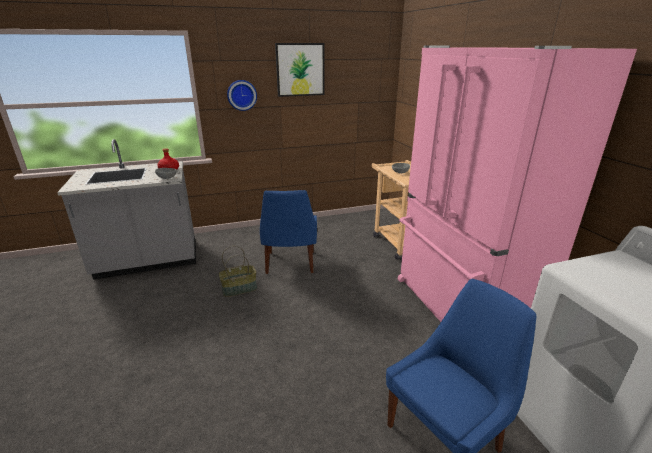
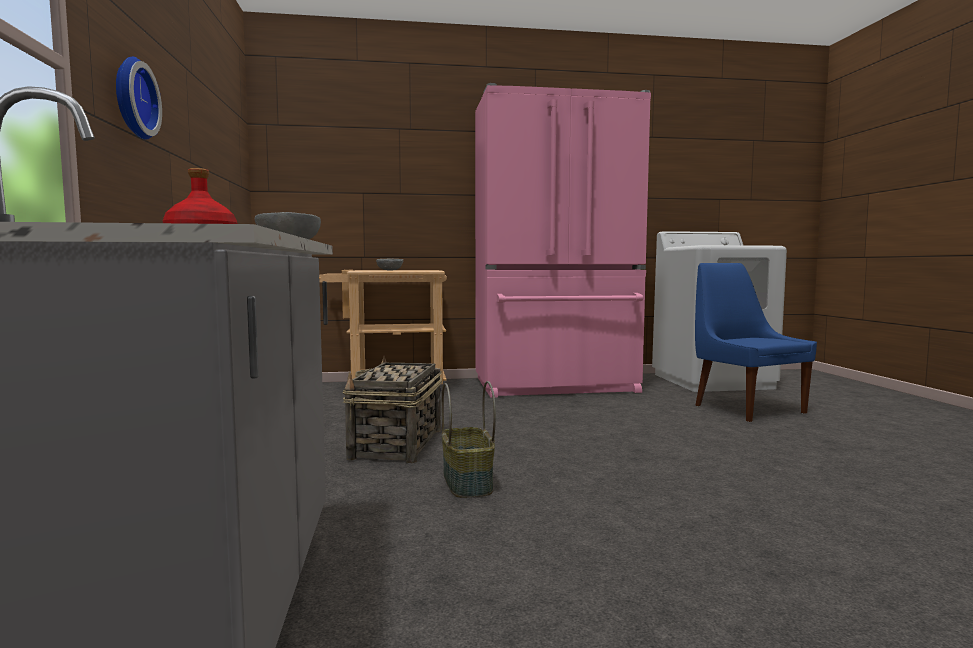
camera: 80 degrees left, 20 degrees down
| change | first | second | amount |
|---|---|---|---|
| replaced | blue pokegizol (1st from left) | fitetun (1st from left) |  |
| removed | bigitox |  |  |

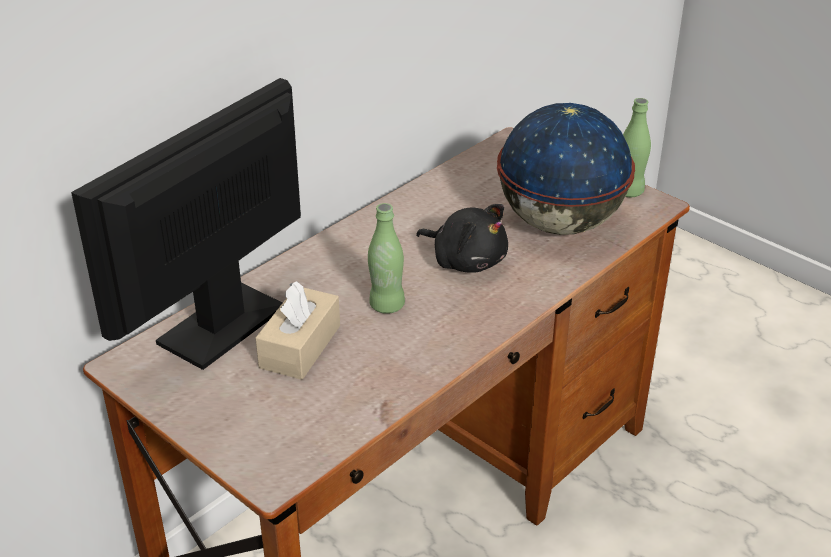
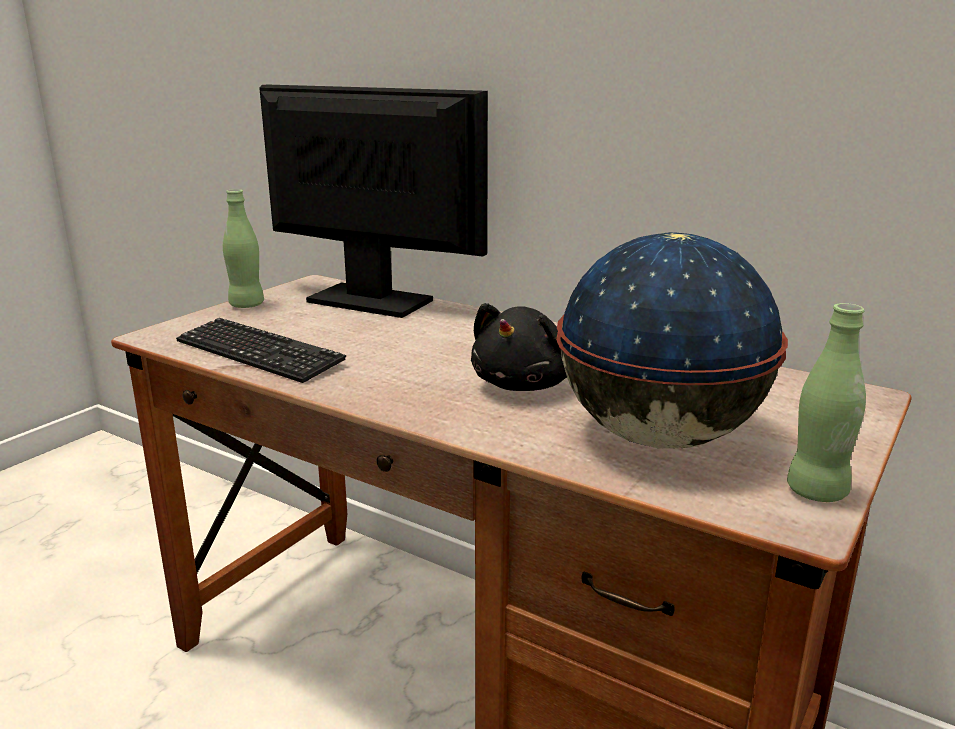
camera: 80 degrees right, 15 degrees down
| change | first | second | amount |
|---|---|---|---|
| added |  | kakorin |  |
| moved | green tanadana (1st from left) |  |  |
| removed | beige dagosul |  |  |

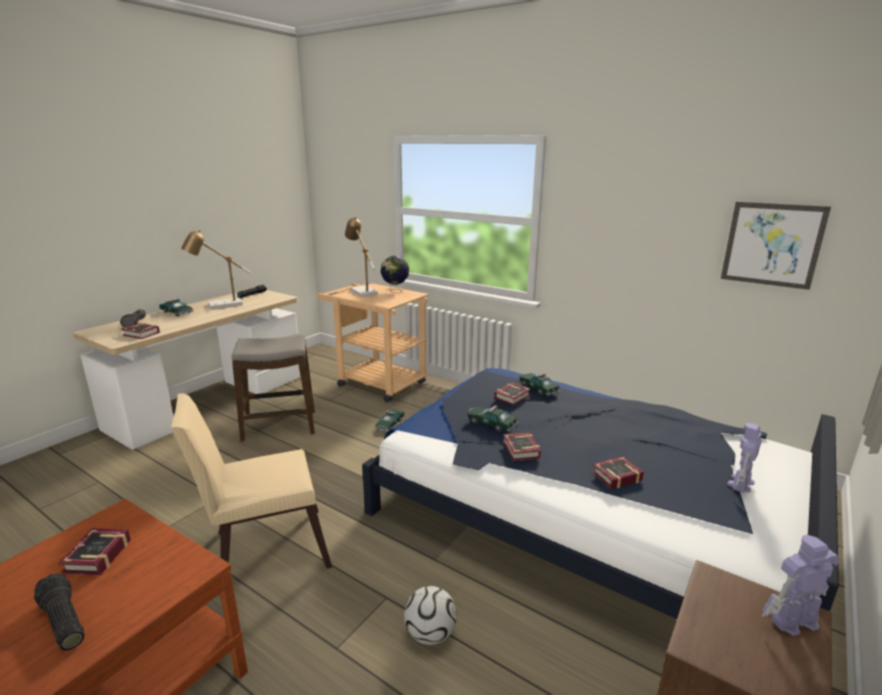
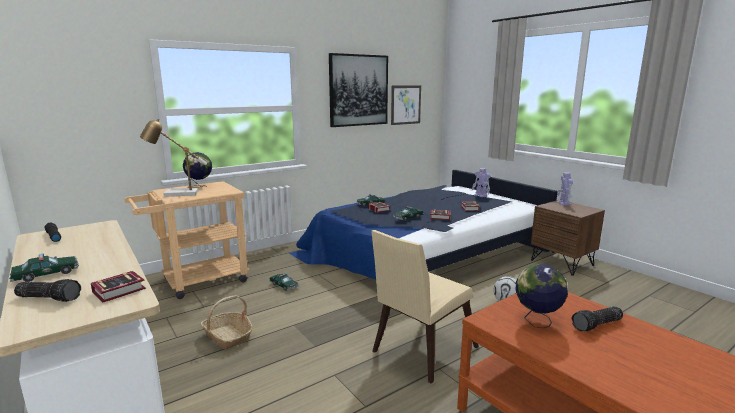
camera: 70 degrees left, 5 degrees down
| change | first | second | amount |
|---|---|---|---|
| replaced | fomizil | fitetun |  |
| added |  | bigitox (1st from left) |  |
| turned | beige pokegizol |  | 45 degrees clockwise |
| replaced | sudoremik (1st from left) | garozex (2nd from left) |  |
| removed | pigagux (1st from left) |  |  |

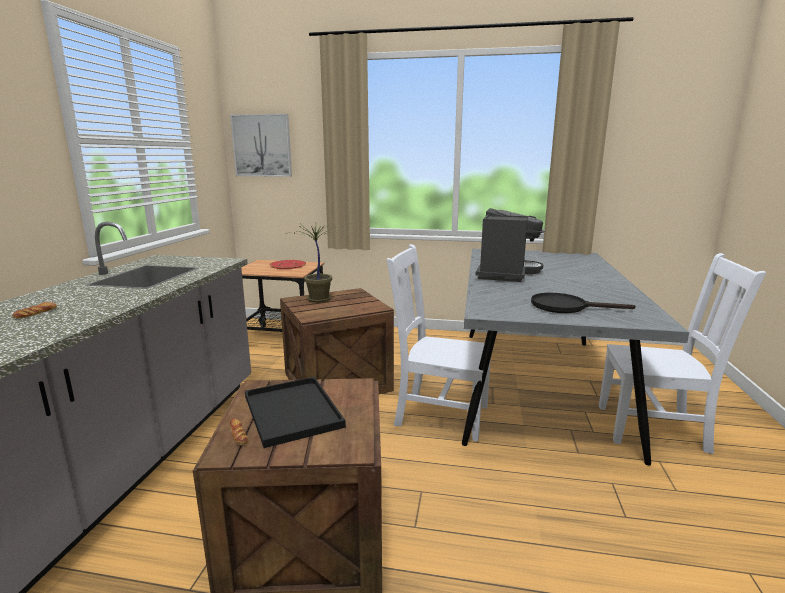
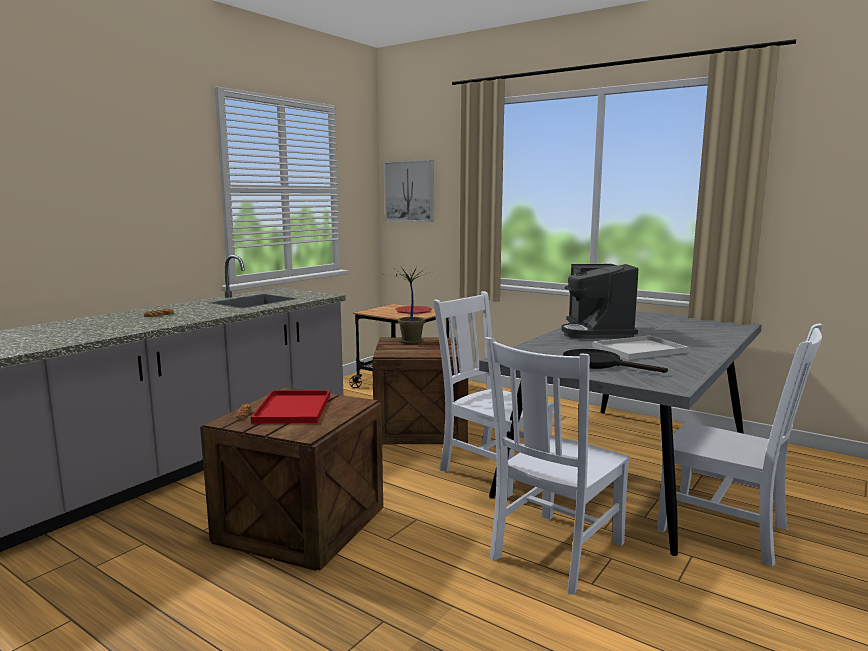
camera: 25 degrees right, 5 degrees down
| change | first | second | amount |
|---|---|---|---|
| recoloured | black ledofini | red ledofini |  |
| added |  | white pokegizol (2nd from left) |  |
| turned | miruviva |  | 135 degrees clockwise |
| added |  | white ledofini |  |

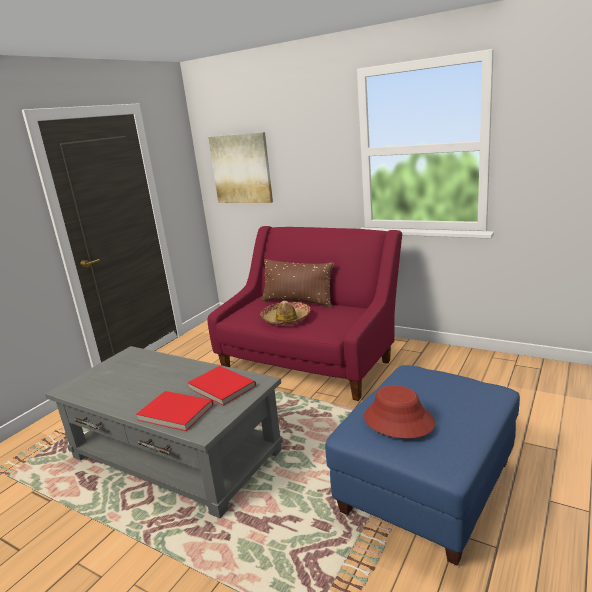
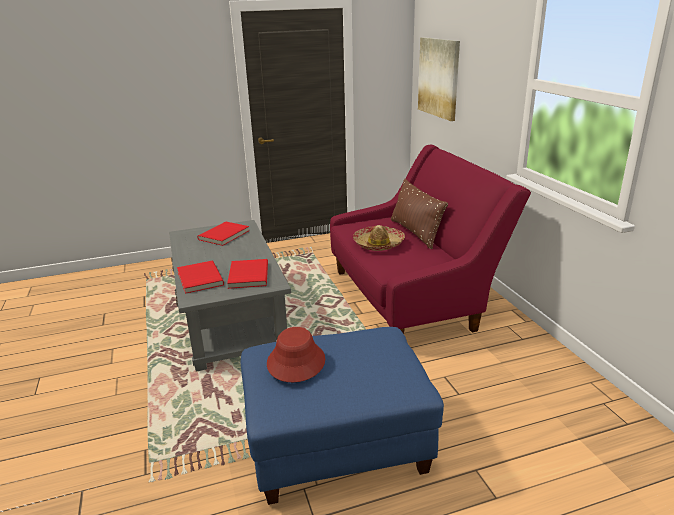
camera: 40 degrees right, 5 degrees up
| change | first | second | amount |
|---|---|---|---|
| added |  | red sudoremik (2nd from left) |  |

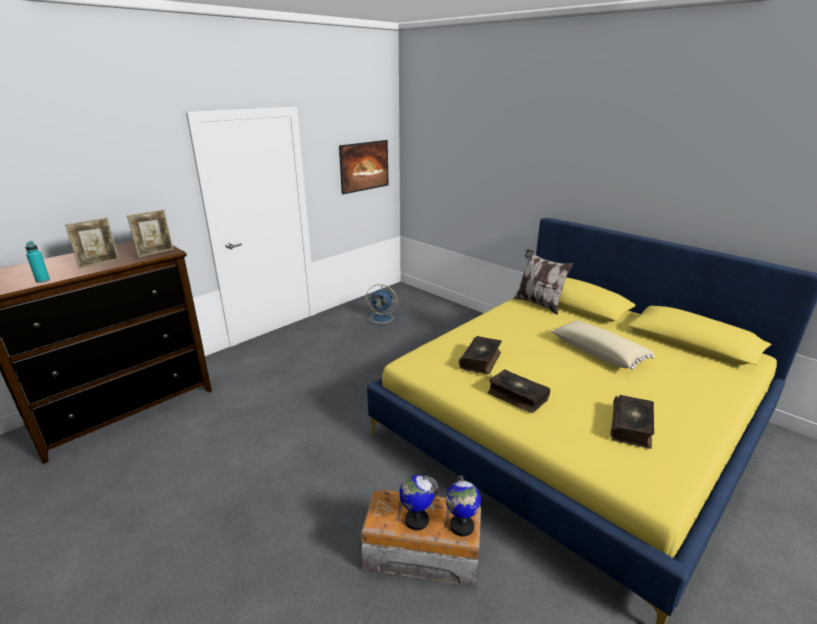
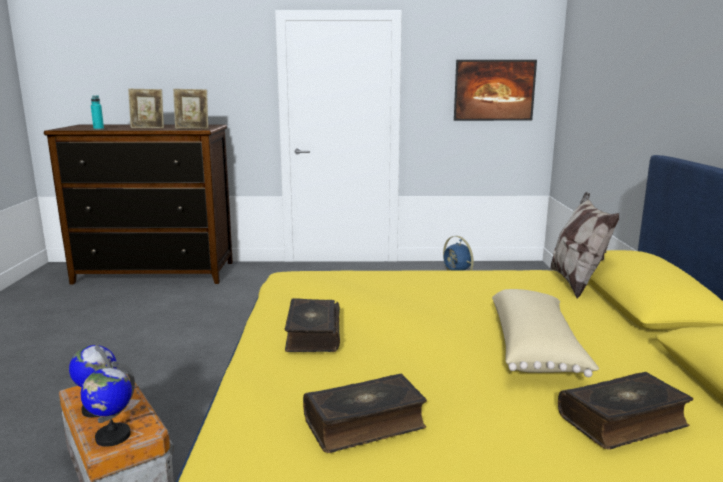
camera: 45 degrees right, 10 degrees down
| change | first | second | amount |
|---|---|---|---|
| moved | sudoremik (1st from left in the first image) | sudoremik (3rd from left) |  |

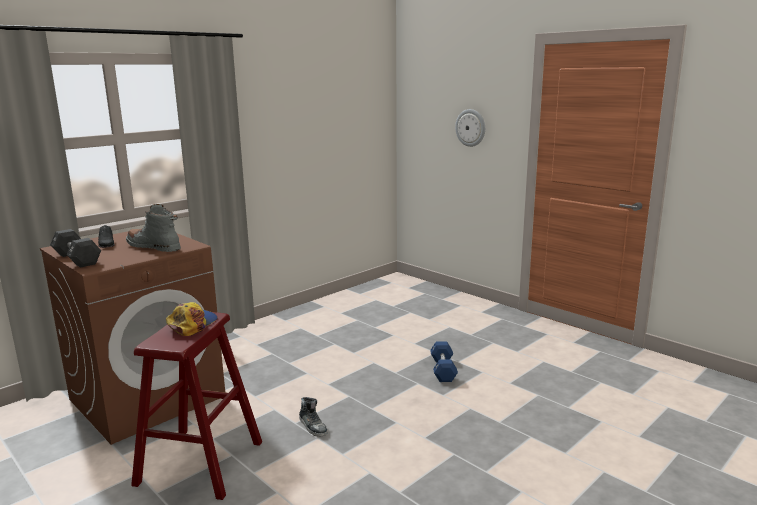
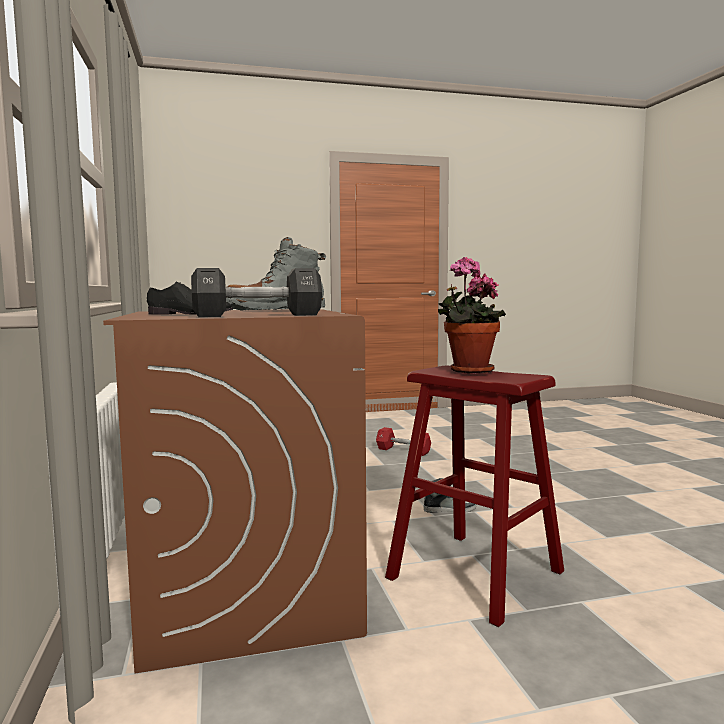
camera: 60 degrees left, 10 degrees down
| change | first | second | amount |
|---|---|---|---|
| recoloured | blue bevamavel | red bevamavel |  |
| replaced | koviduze | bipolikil |  |
| removed | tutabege |  |  |

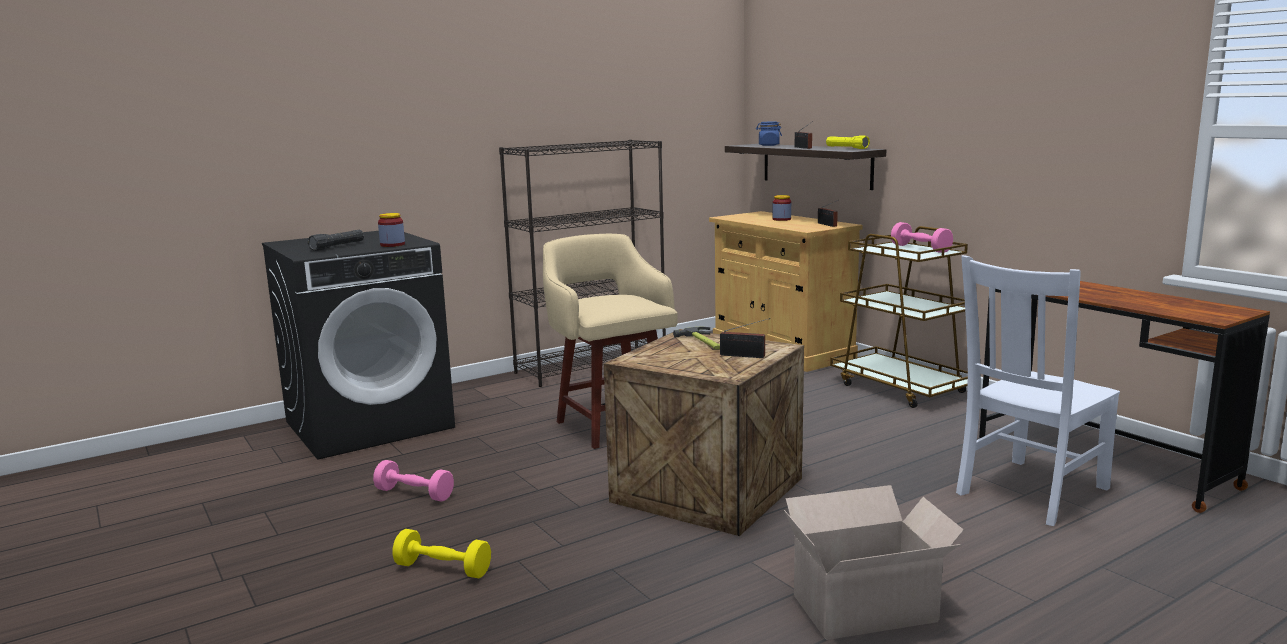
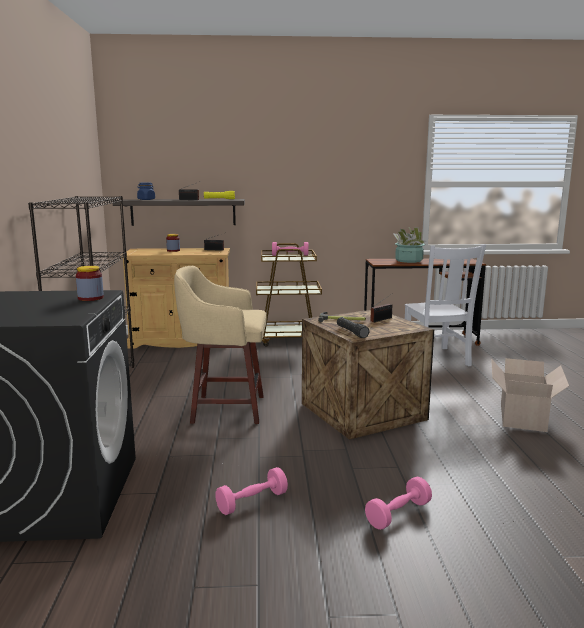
camera: 60 degrees left, 0 degrees up
| change | first | second | amount |
|---|---|---|---|
| moved | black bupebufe |  |  |
| recoloured | yellow bevamavel | pink bevamavel (3rd from left) |  |
| added |  | bipolikil |  |

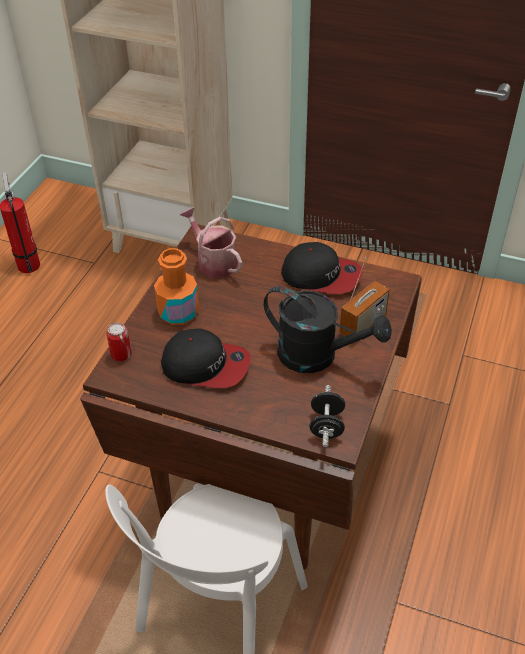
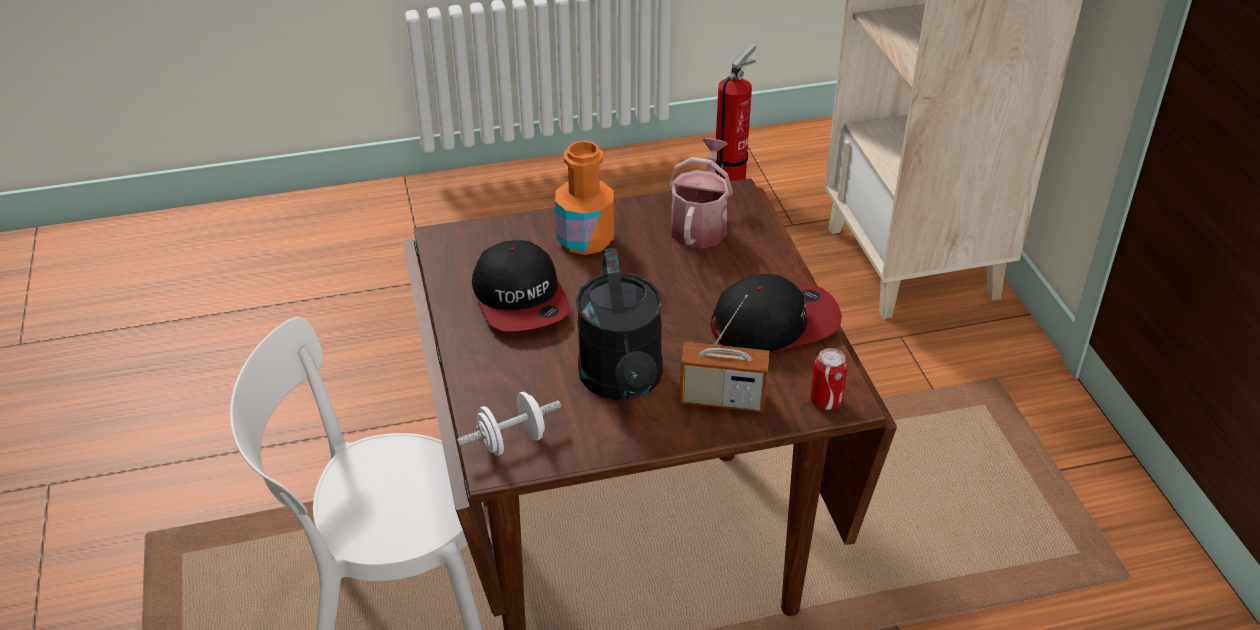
camera: 55 degrees right, 5 degrees down
| change | first | second | amount |
|---|---|---|---|
| recoloured | black bevamavel | white bevamavel |  |
| turned | koviduze (2nd from left) |  | 90 degrees counterclockwise |
| moved | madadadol |  |  |

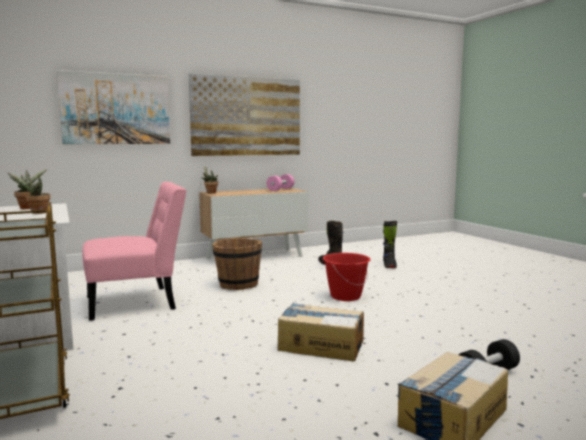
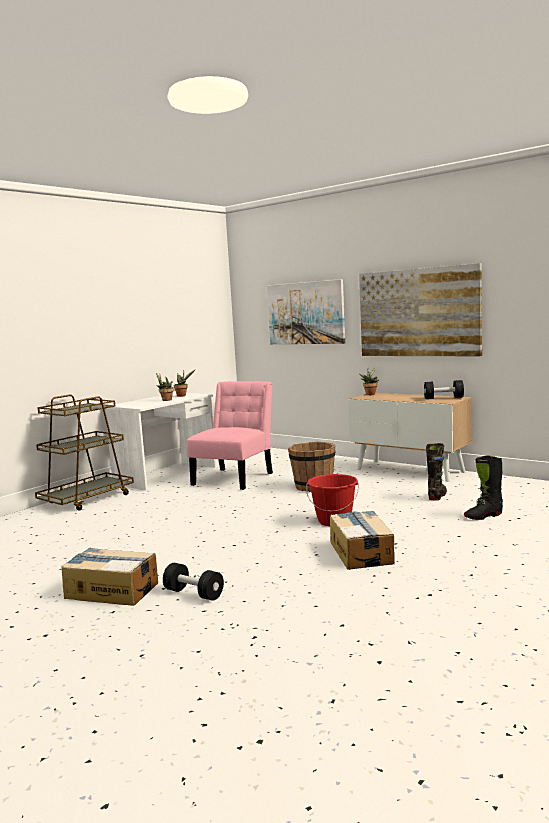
camera: 65 degrees right, 0 degrees up
| change | first | second | amount |
|---|---|---|---|
| turned | pink pokegizol |  | 105 degrees counterclockwise |
| moved | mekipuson (1st from left in the first image) | mekipuson (2nd from left) |  |
| recoloured | pink bevamavel | black bevamavel (2nd from left) |  |

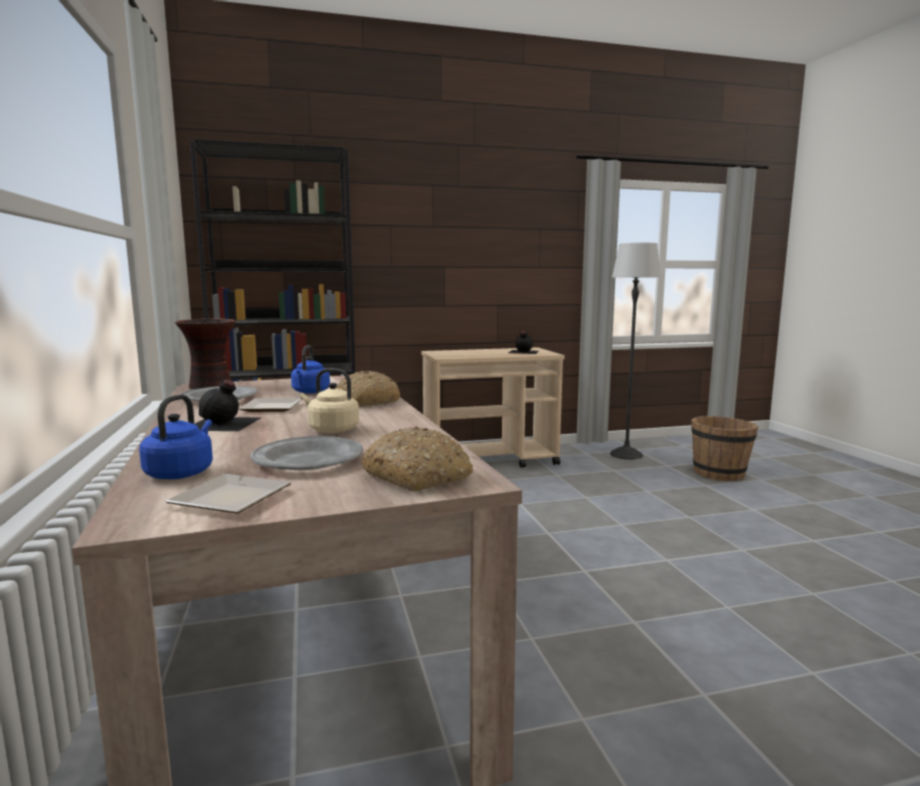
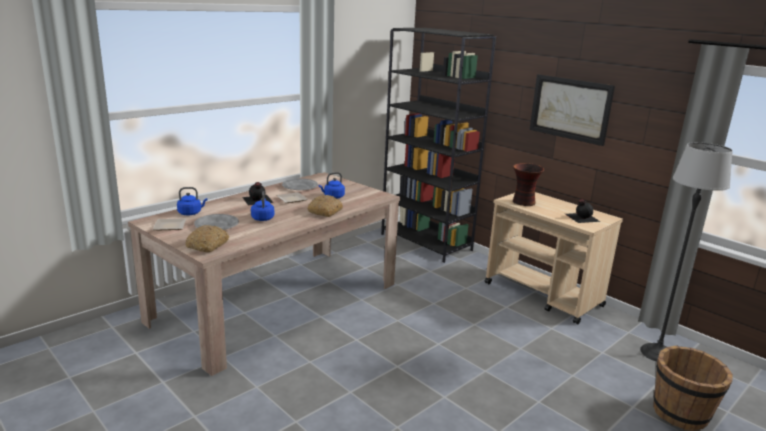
camera: 60 degrees right, 10 degrees up
| change | first | second | amount |
|---|---|---|---|
| recoloured | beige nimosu | blue nimosu (2nd from left) |  |
| moved | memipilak |  |  |
| added |  | bigitox |  |

